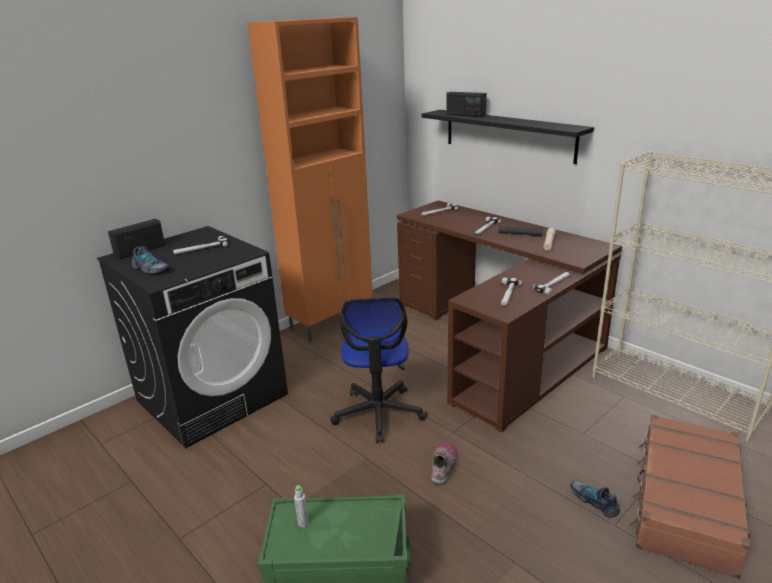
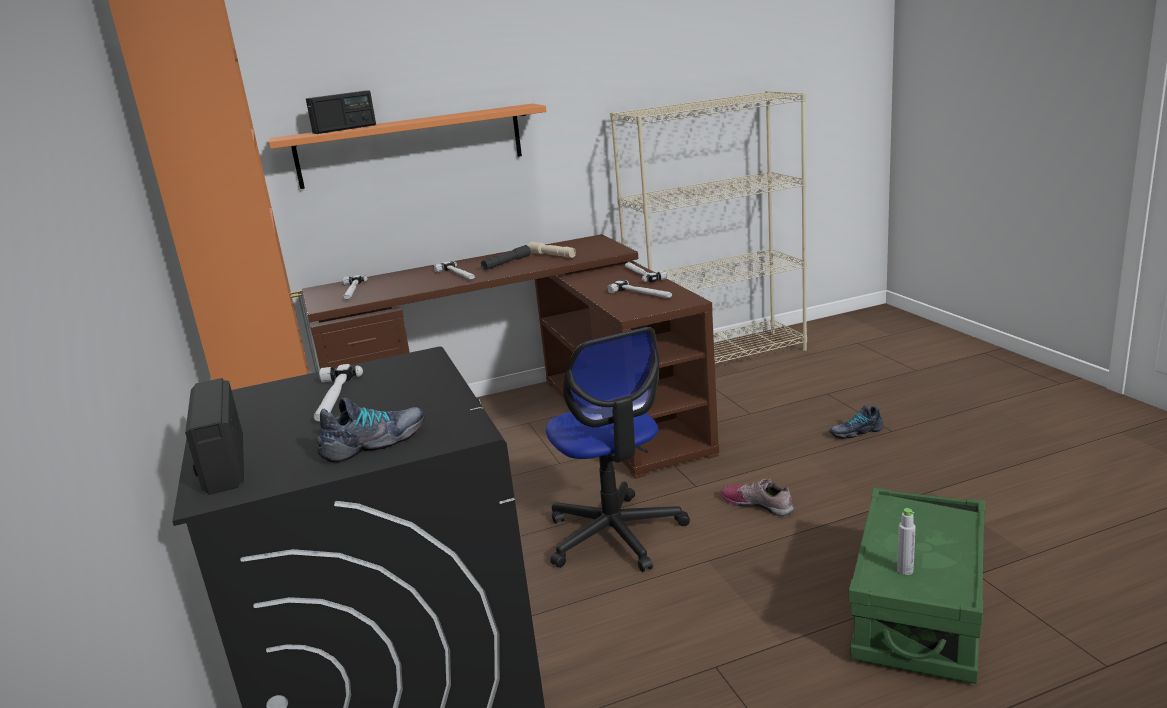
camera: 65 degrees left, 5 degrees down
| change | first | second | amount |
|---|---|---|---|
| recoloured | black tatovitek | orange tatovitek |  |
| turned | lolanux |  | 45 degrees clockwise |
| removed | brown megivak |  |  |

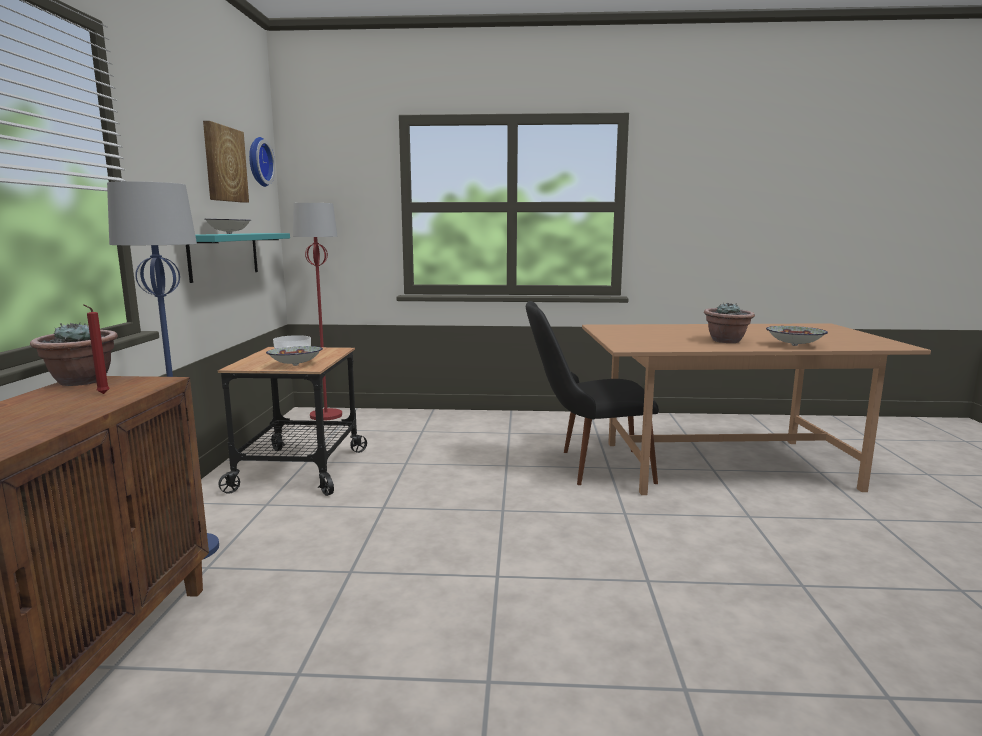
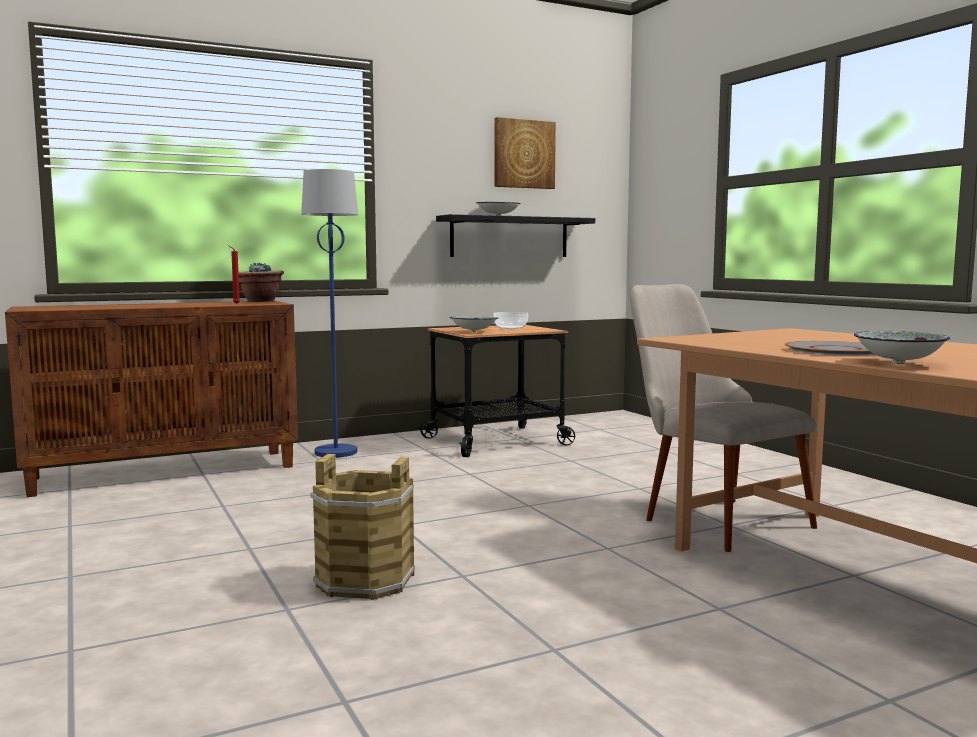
camera: 60 degrees right, 5 degrees down
| change | first | second | amount |
|---|---|---|---|
| added |  | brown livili |  |
| recoloured | turquoise tatovitek | black tatovitek |  |
| recoloured | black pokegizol | beige pokegizol |  |
| replaced | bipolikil (2nd from left) | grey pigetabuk |  |
| removed | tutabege |  |  |
| removed | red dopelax |  |  |

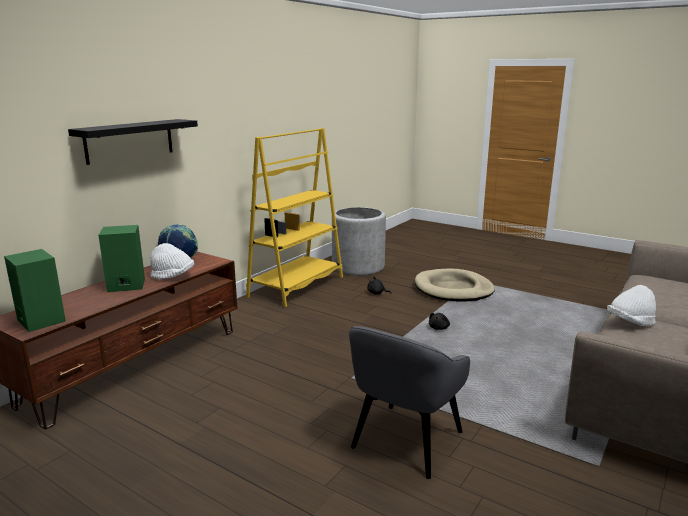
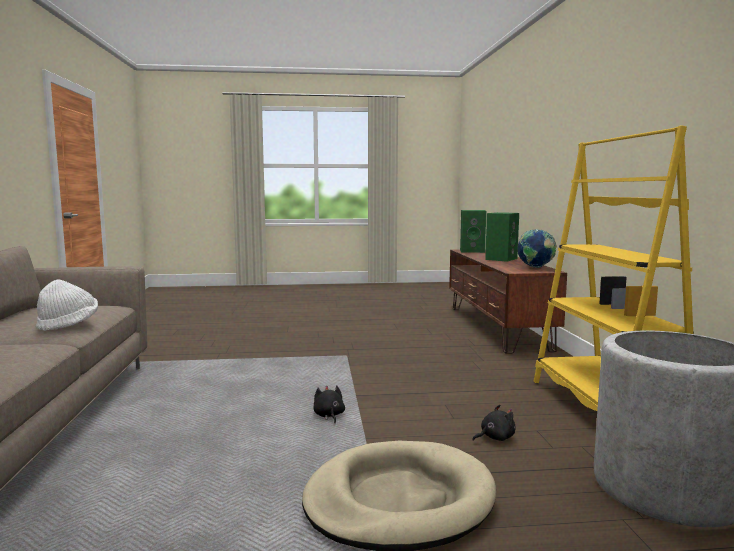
camera: 140 degrees right, 10 degrees down
| change | first | second | amount |
|---|---|---|---|
| removed | black tatovitek |  |  |
| removed | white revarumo (1st from left) |  |  |
| removed | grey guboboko |  |  |

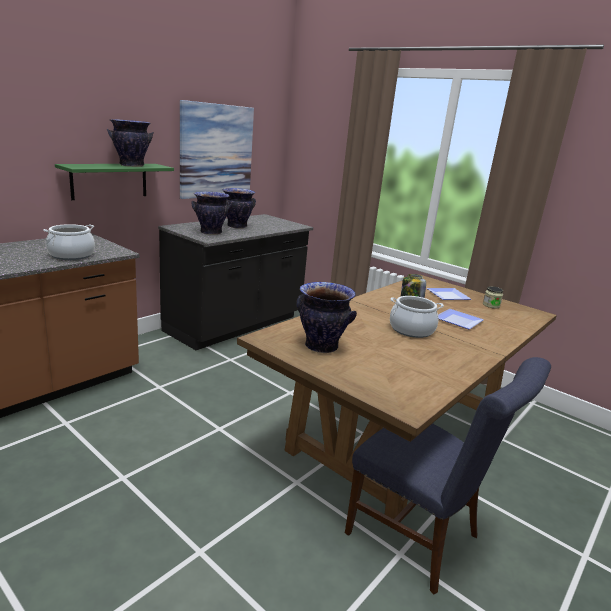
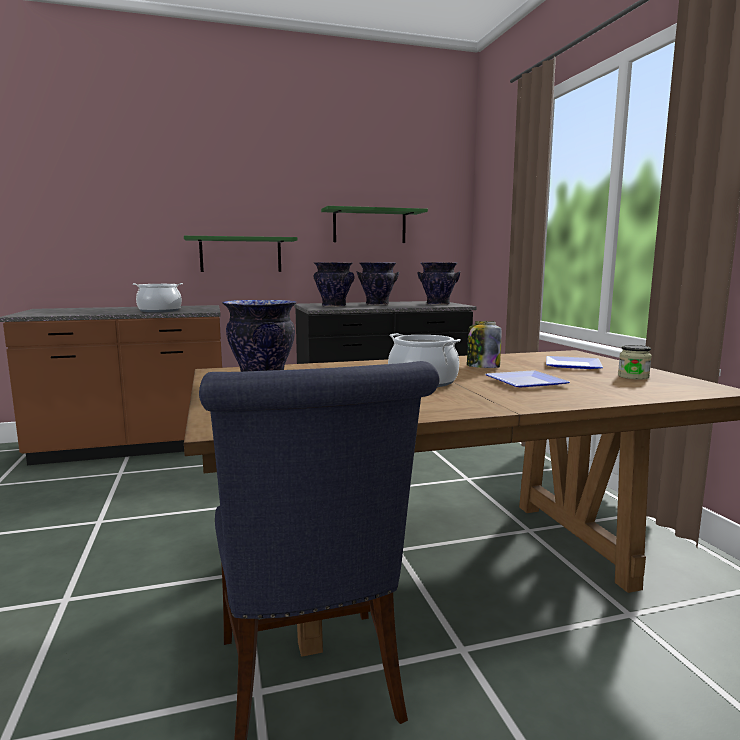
camera: 35 degrees right, 10 degrees down
| change | first | second | amount |
|---|---|---|---|
| replaced | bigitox | green tatovitek (2nd from left) |  |
| moved | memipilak (1st from left in the first image) | memipilak (4th from left) |  |

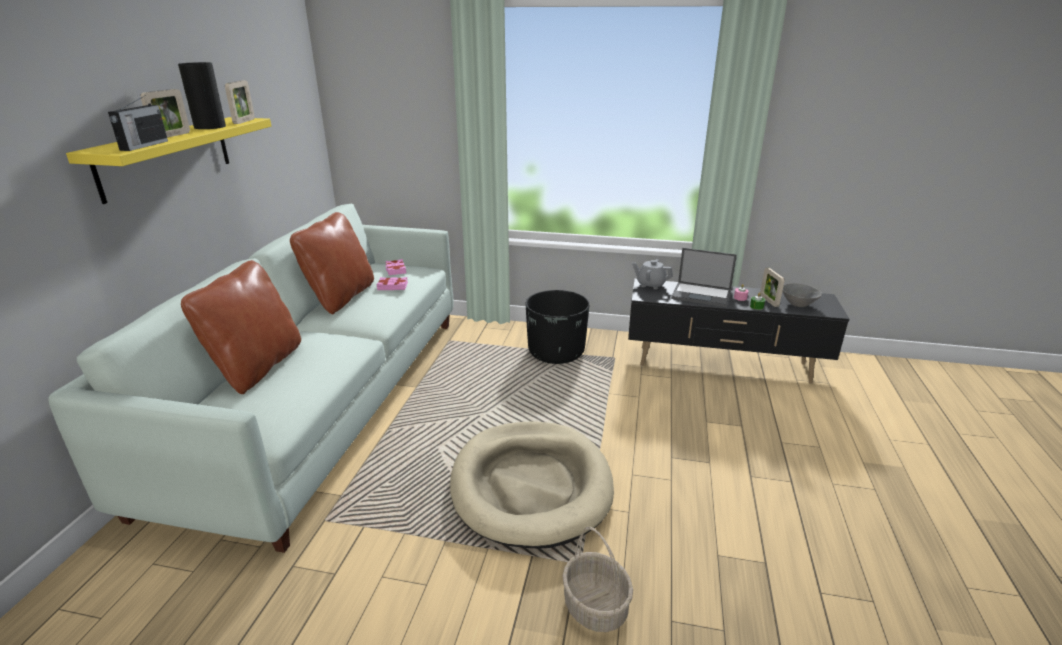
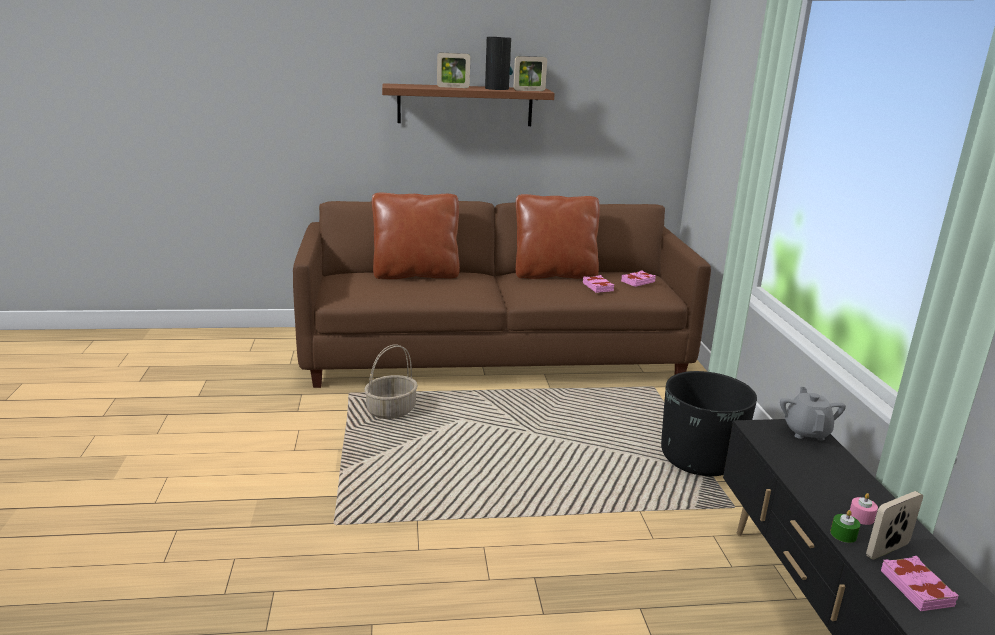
camera: 70 degrees right, 5 degrees down
| change | first | second | amount |
|---|---|---|---|
| recoloured | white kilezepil | brown kilezepil |  |
| moved | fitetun |  |  |
| recoloured | yellow tatovitek | brown tatovitek |  |
| replaced | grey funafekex | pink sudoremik (3rd from left) |  |
| removed | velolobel |  |  |
| removed | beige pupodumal |  |  |
| removed | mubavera |  |  |

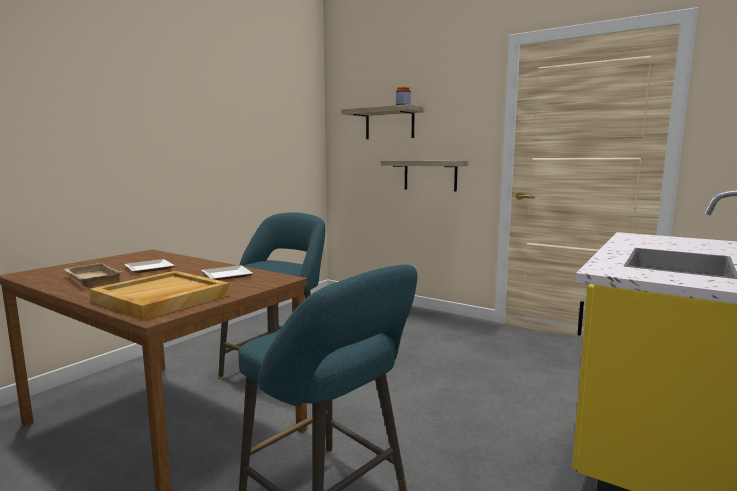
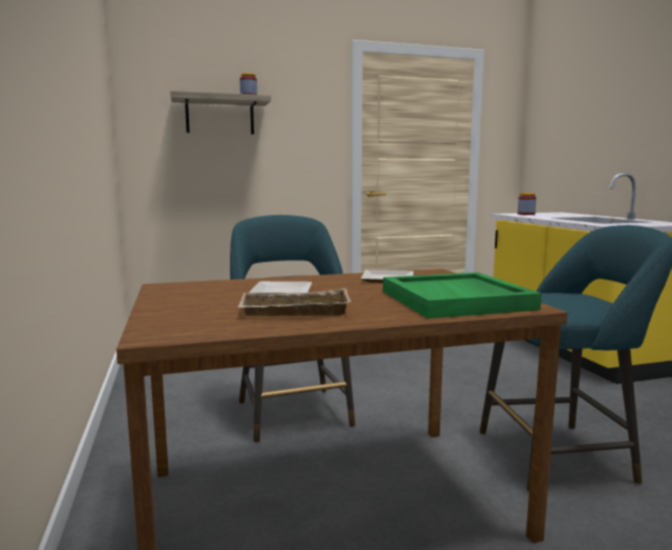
camera: 50 degrees left, 0 degrees up
| change | first | second | amount |
|---|---|---|---|
| recoloured | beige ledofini (2nd from left) | green ledofini |  |
| added |  | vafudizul (2nd from left) |  |
| removed | tatovitek (2nd from left) |  |  |

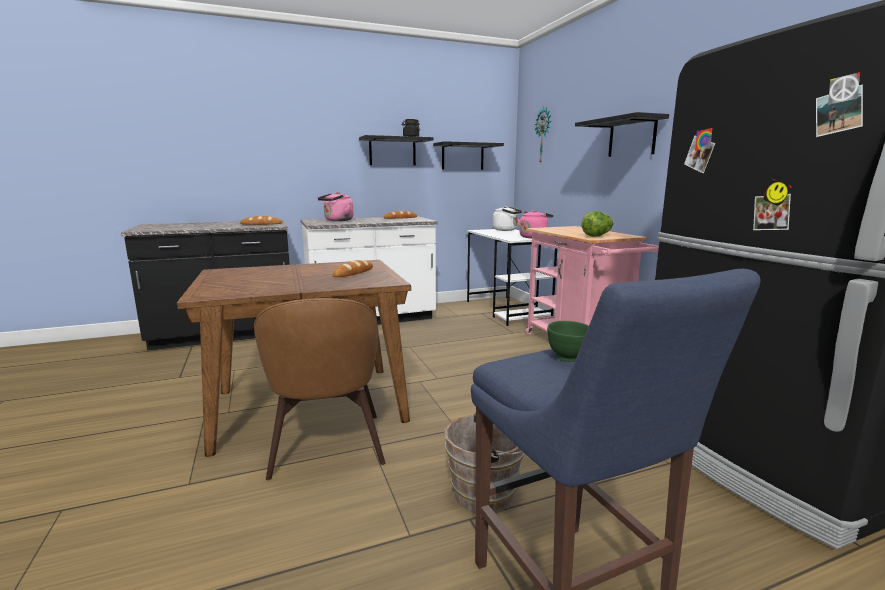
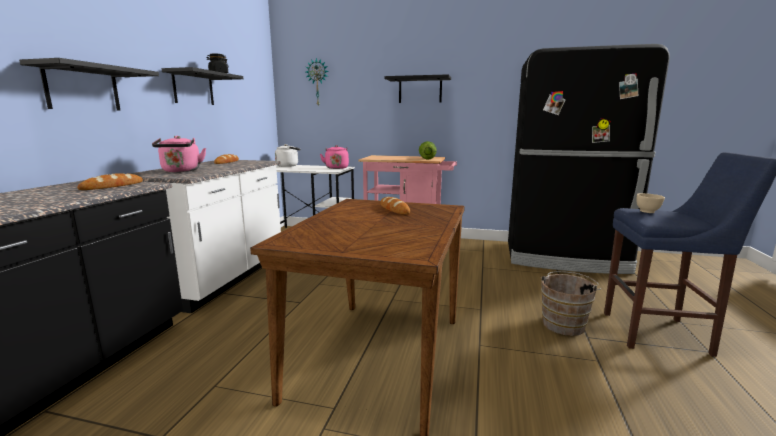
camera: 55 degrees left, 0 degrees up
| change | first | second | amount |
|---|---|---|---|
| moved | black tatovitek (2nd from left in the first image) | black tatovitek (1st from left) |  |
| recoloured | green funafekex | beige funafekex |  |
| removed | brown pokegizol |  |  |

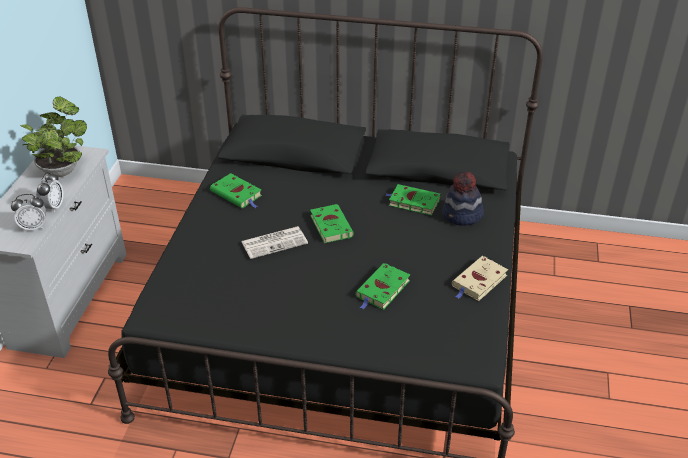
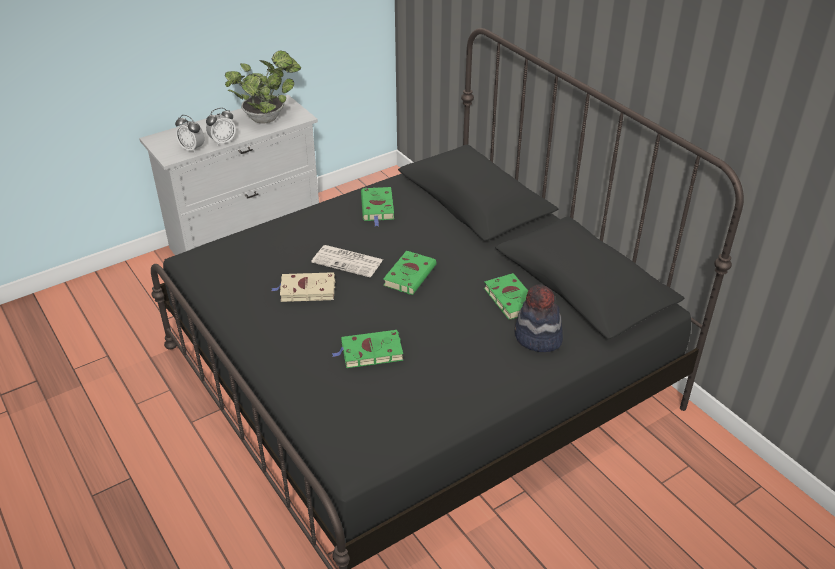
camera: 45 degrees right, 0 degrees up
| change | first | second | amount |
|---|---|---|---|
| moved | beige sudoremik |  |  |

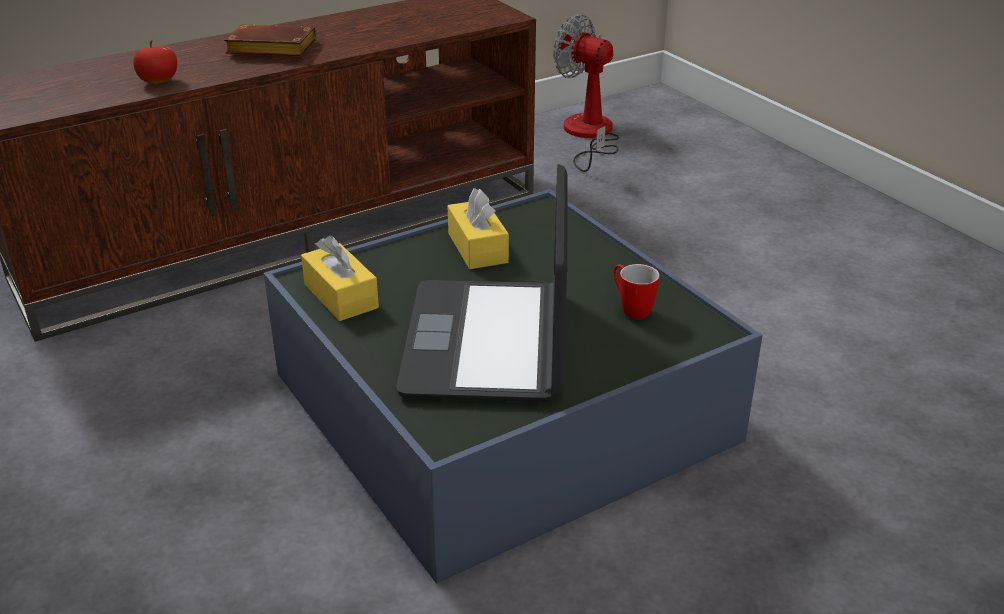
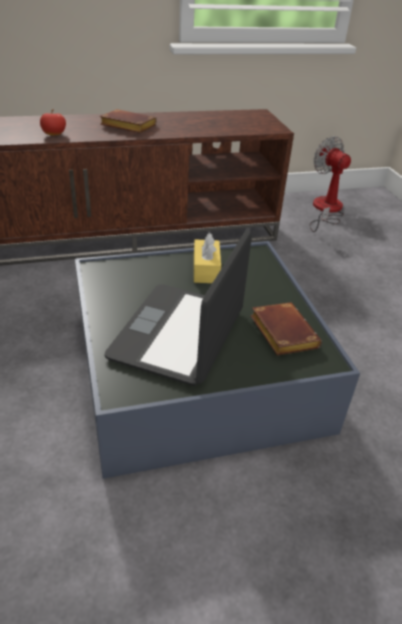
camera: 15 degrees right, 5 degrees up
| change | first | second | amount |
|---|---|---|---|
| replaced | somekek | brown sudoremik (2nd from left) |  |
| removed | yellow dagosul (1st from left) |  |  |

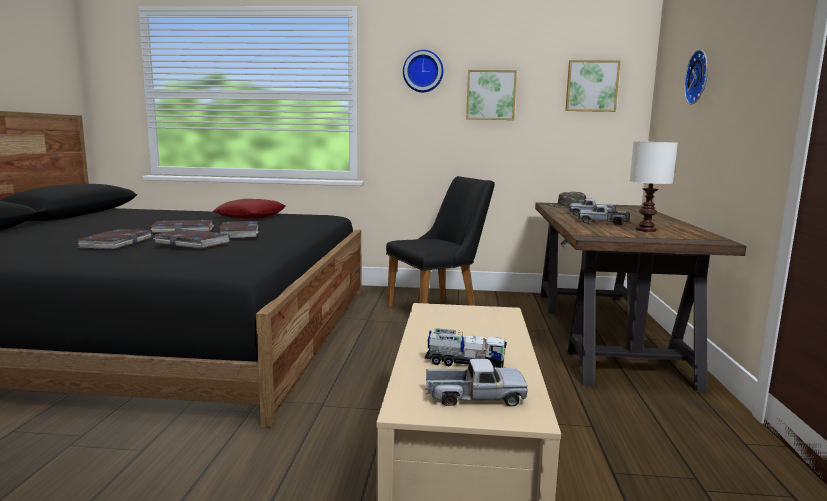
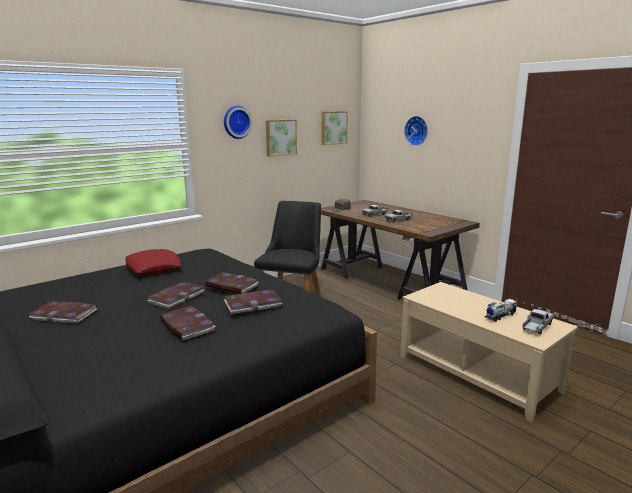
camera: 45 degrees left, 5 degrees up
| change | first | second | amount |
|---|---|---|---|
| added |  | sudoremik (1st from left) |  |
| removed | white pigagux |  |  |

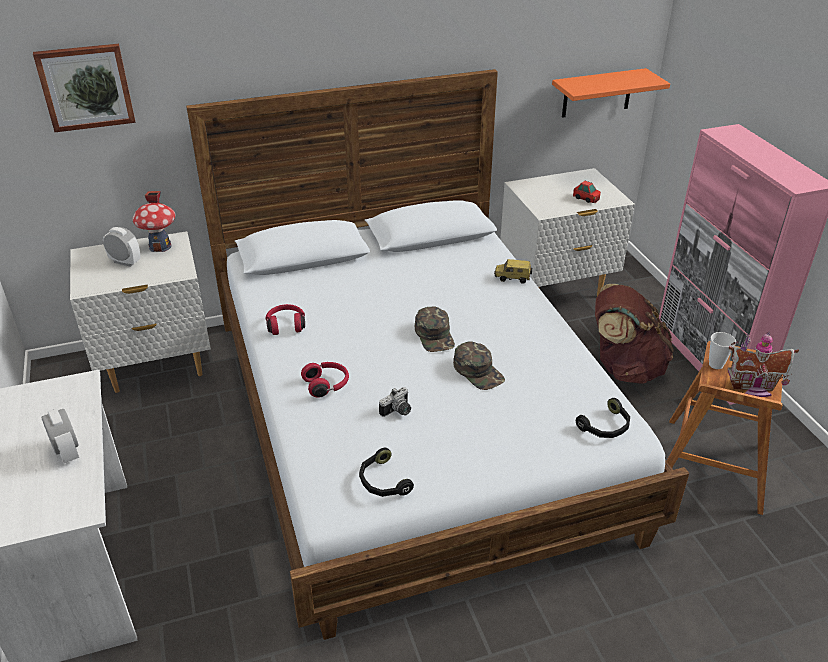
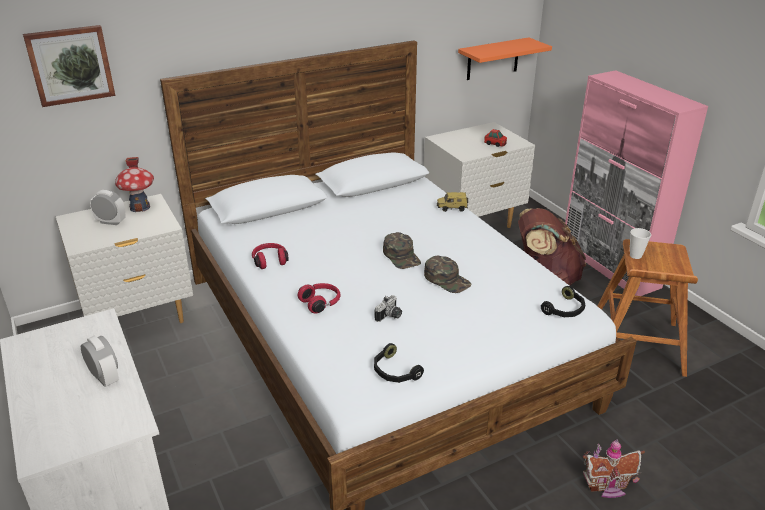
camera: 10 degrees left, 5 degrees down
| change | first | second | amount |
|---|---|---|---|
| moved | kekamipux (2nd from left) |  |  |

